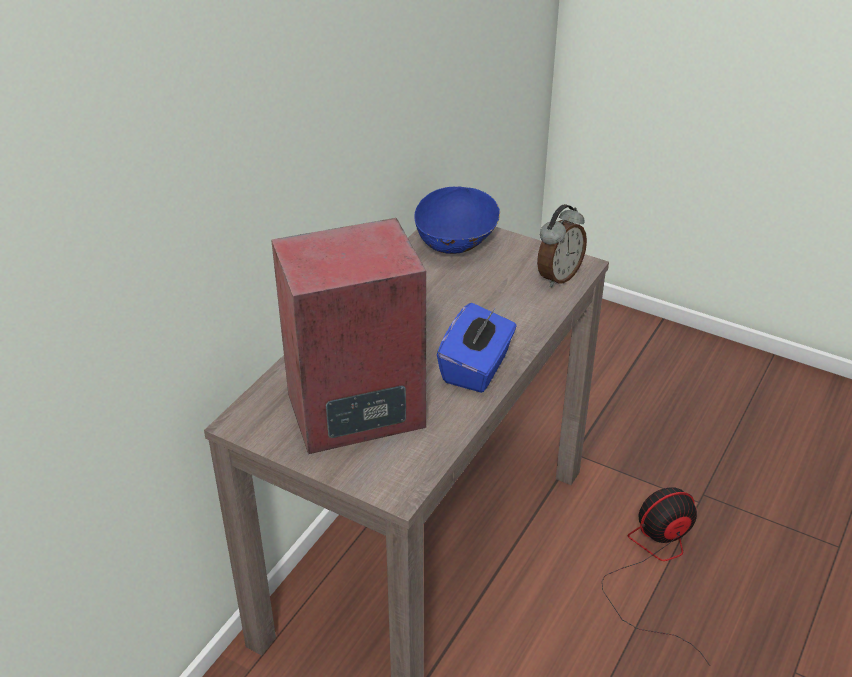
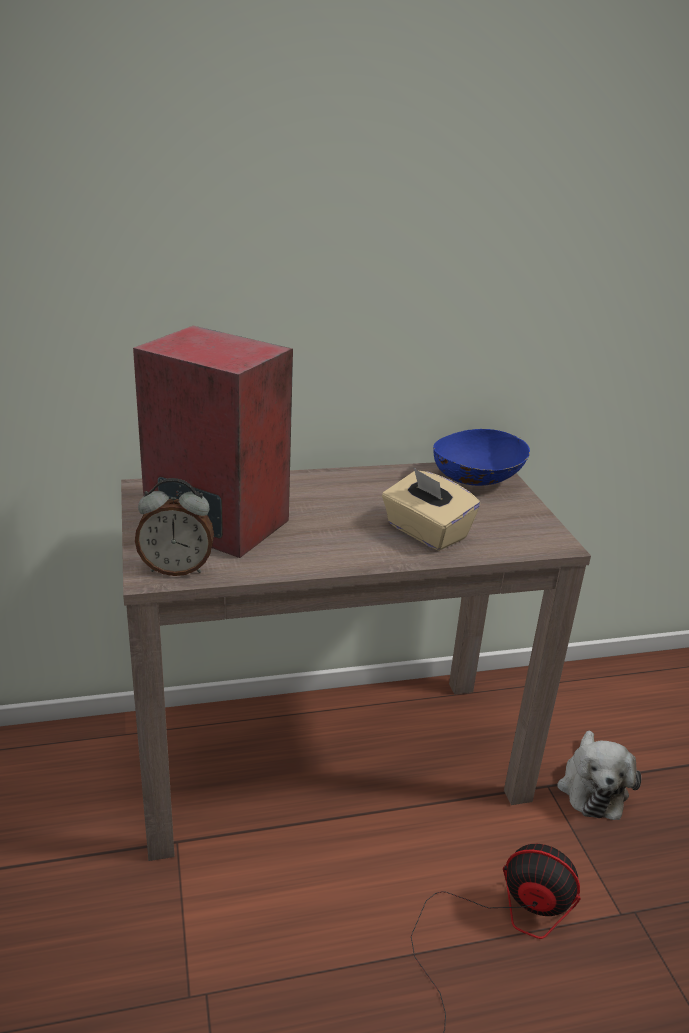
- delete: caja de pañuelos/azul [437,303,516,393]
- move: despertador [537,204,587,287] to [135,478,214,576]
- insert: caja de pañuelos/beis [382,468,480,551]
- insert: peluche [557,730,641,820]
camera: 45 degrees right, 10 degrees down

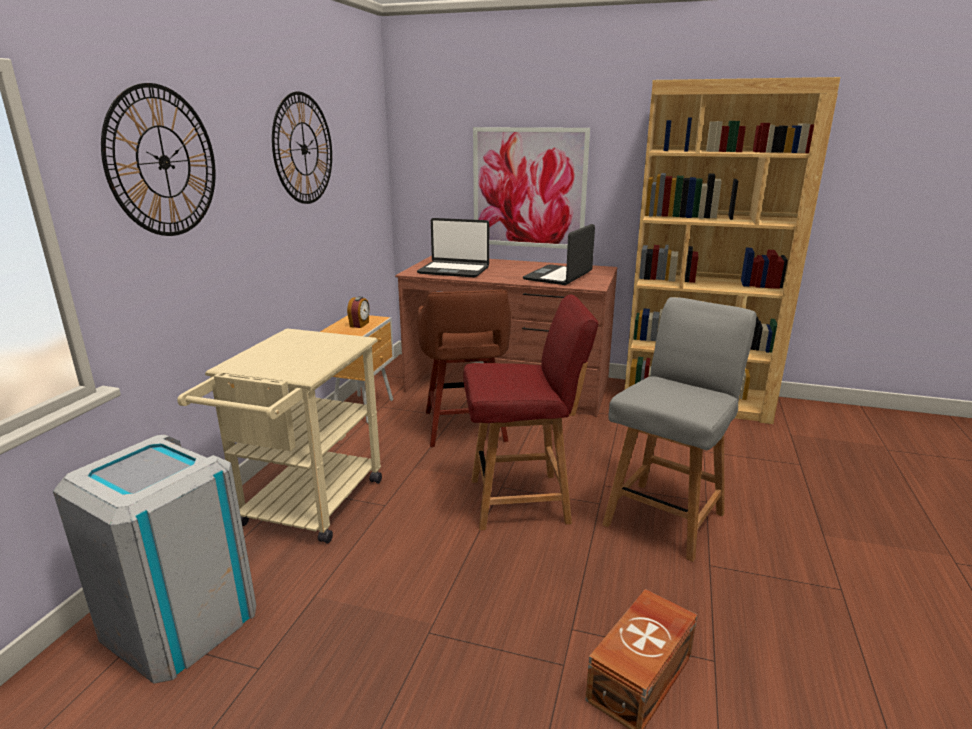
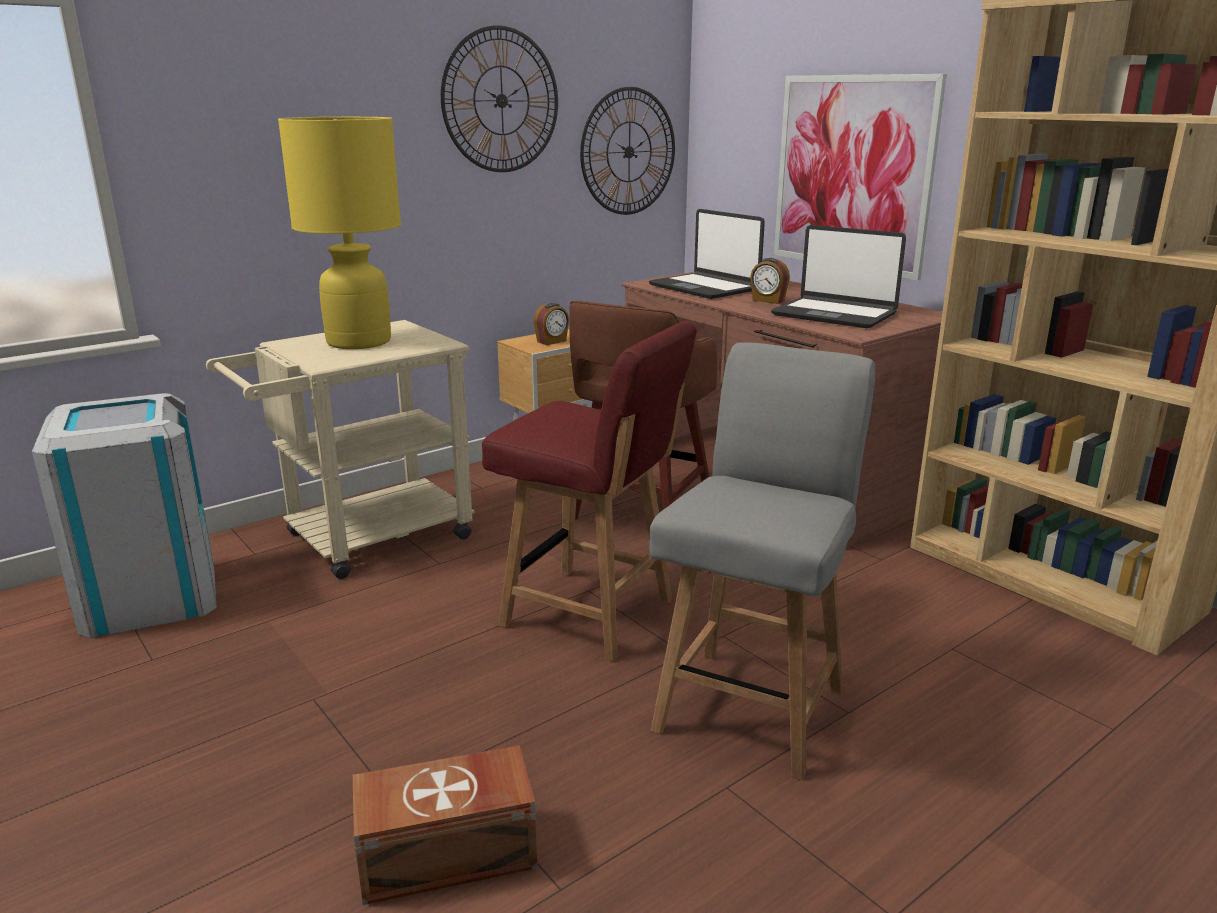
- move: reloj de pared [101,83,216,236] to [580,87,675,215]
- rotate: portátil [523,224,595,285] = [771,225,906,328] 120 degrees counterclockwise
- rotate: silla/gris [602,297,757,562] = [649,342,876,780] 45 degrees counterclockwise
- insert: lámpara de mesa/amarillo [278,117,401,349]
- insert: despertador [750,258,790,304]
camera: 35 degrees right, 0 degrees up

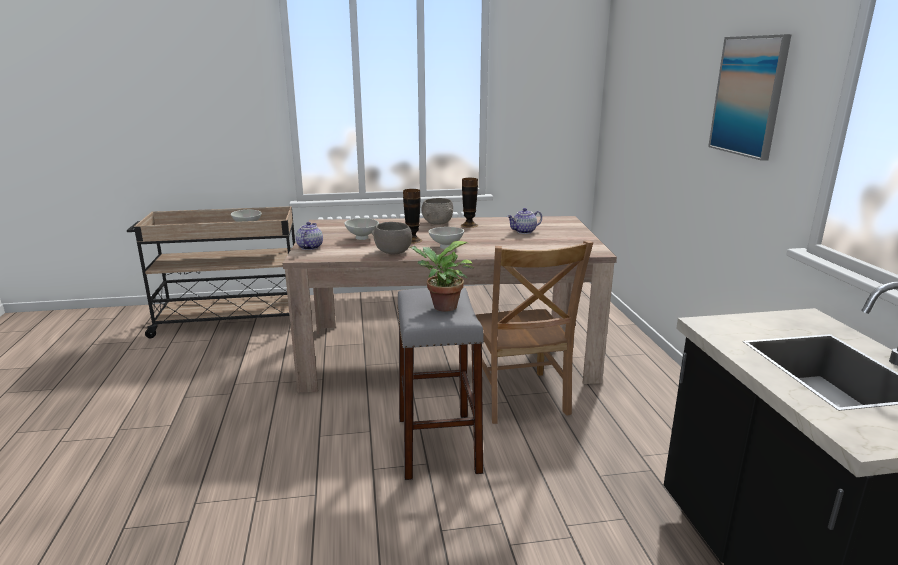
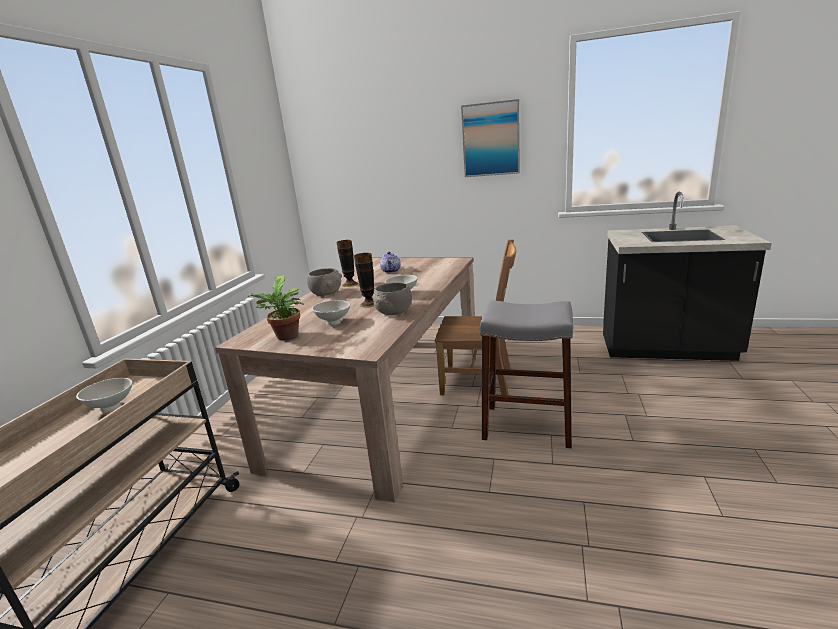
- delete: tetera [296,222,323,250]
- move: planta en maceta [409,241,474,312] to [247,275,304,341]
camera: 65 degrees left, 0 degrees up

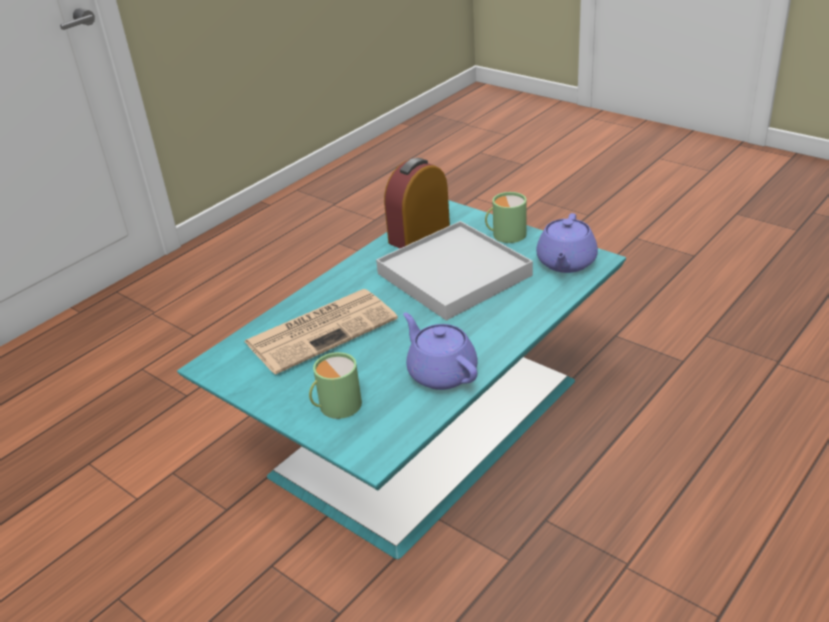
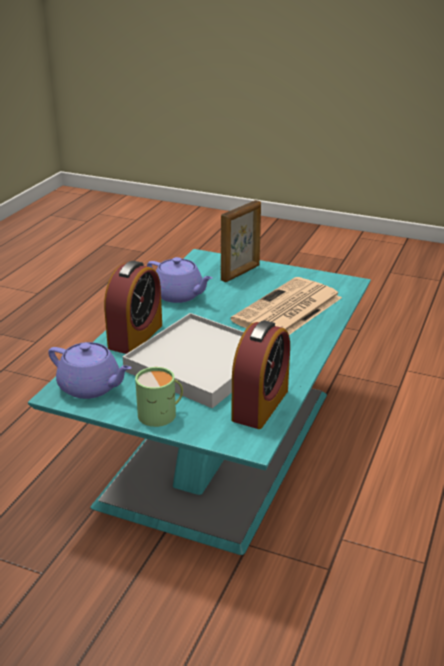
- replace: taza grande/verde [309,352,362,419] to portarretratos [221,200,261,282]
- rotate: tetera/morado [536,213,598,273] = [48,342,132,399] 120 degrees clockwise
- insert: despertador [104,261,162,354]
camera: 160 degrees right, 5 degrees down

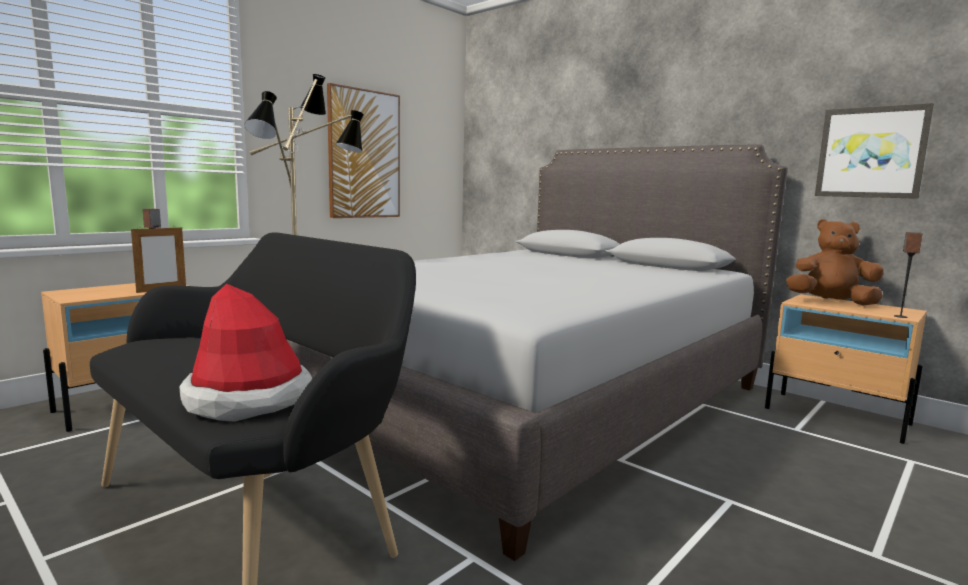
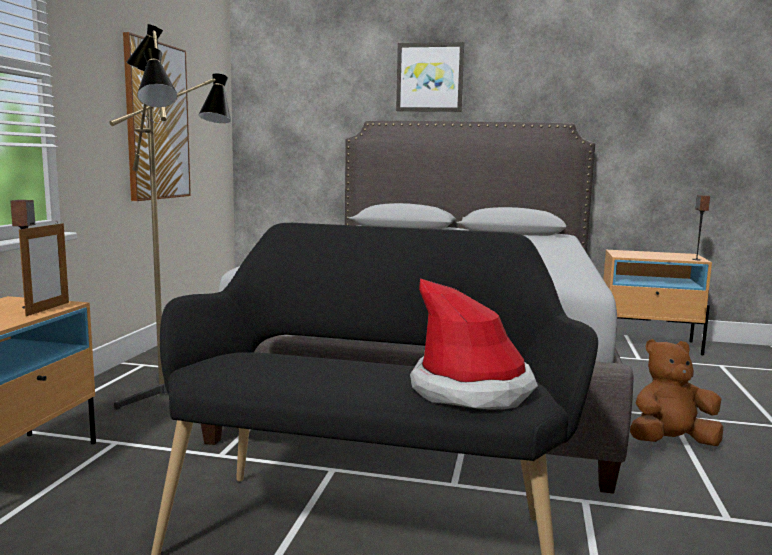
- move: peluche/marrón [786,219,884,306] to [630,339,723,446]
- move: cuadro [815,103,934,199] to [396,42,465,112]
camera: 30 degrees left, 0 degrees up

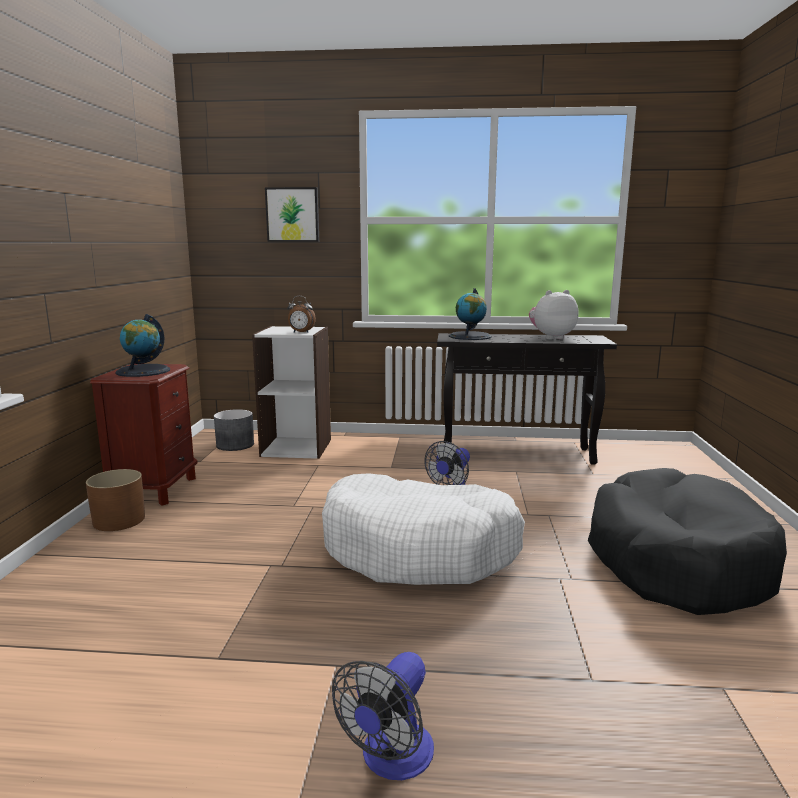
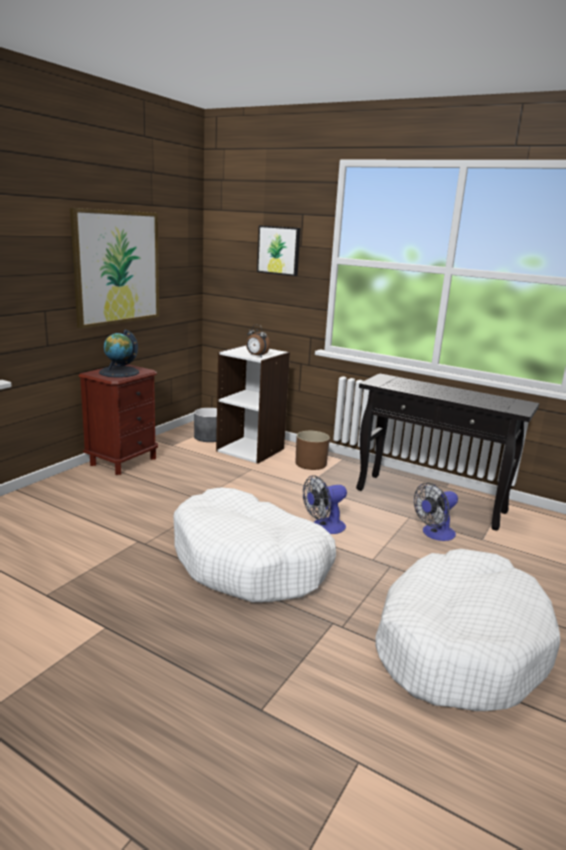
- move: maceta/marrón [86,469,145,531] to [295,431,330,470]
- move: ventilador [332,652,434,780] to [414,483,458,541]
- delete: globo terráqueo [449,288,492,340]
- delete: peluche [529,290,579,339]
- recolor: cama para perro/negro [588,468,787,615] to cama para perro/blanco [375,549,560,711]
- insert: cuadro [70,208,159,329]
camera: 25 degrees right, 5 degrees up

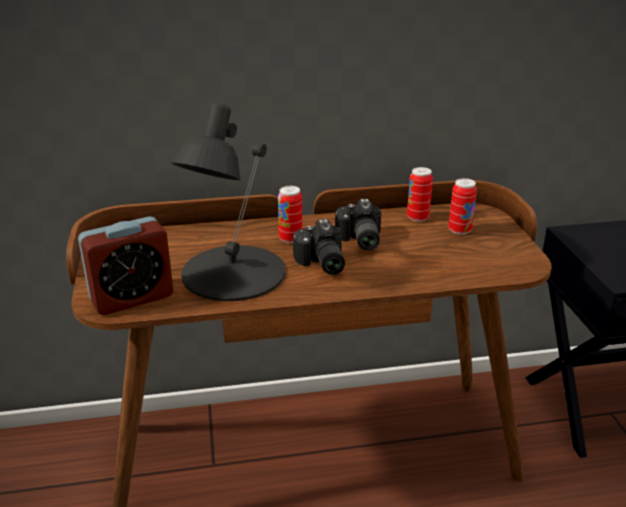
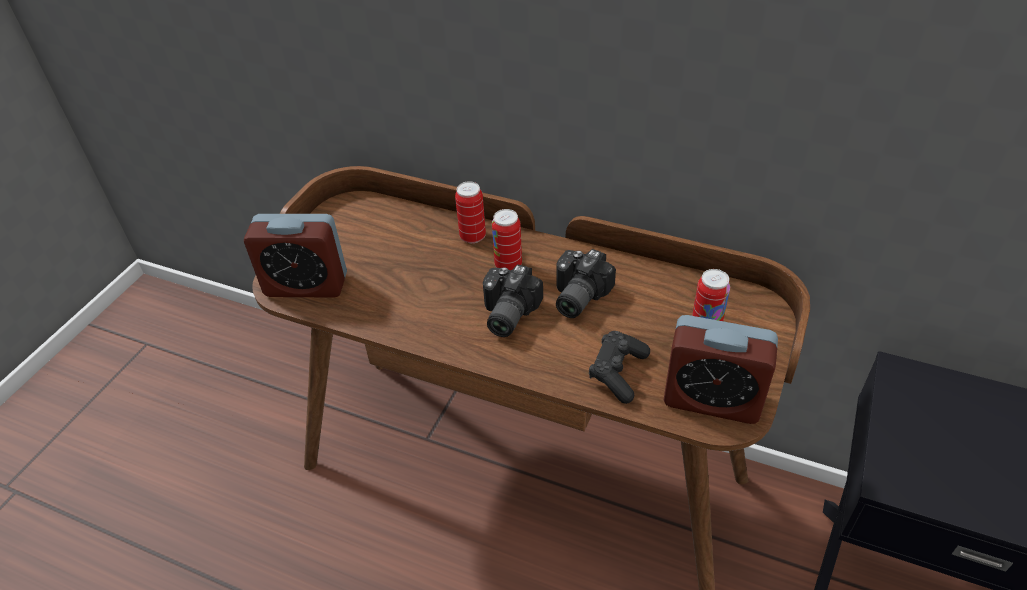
- delete: lámpara de mesa/negro [172,103,285,301]
- move: lata [407,167,433,222] to [455,181,486,243]
- insert: mando de consola/negro [589,331,650,404]
- insert: despertador [664,315,778,424]
camera: 35 degrees right, 15 degrees up

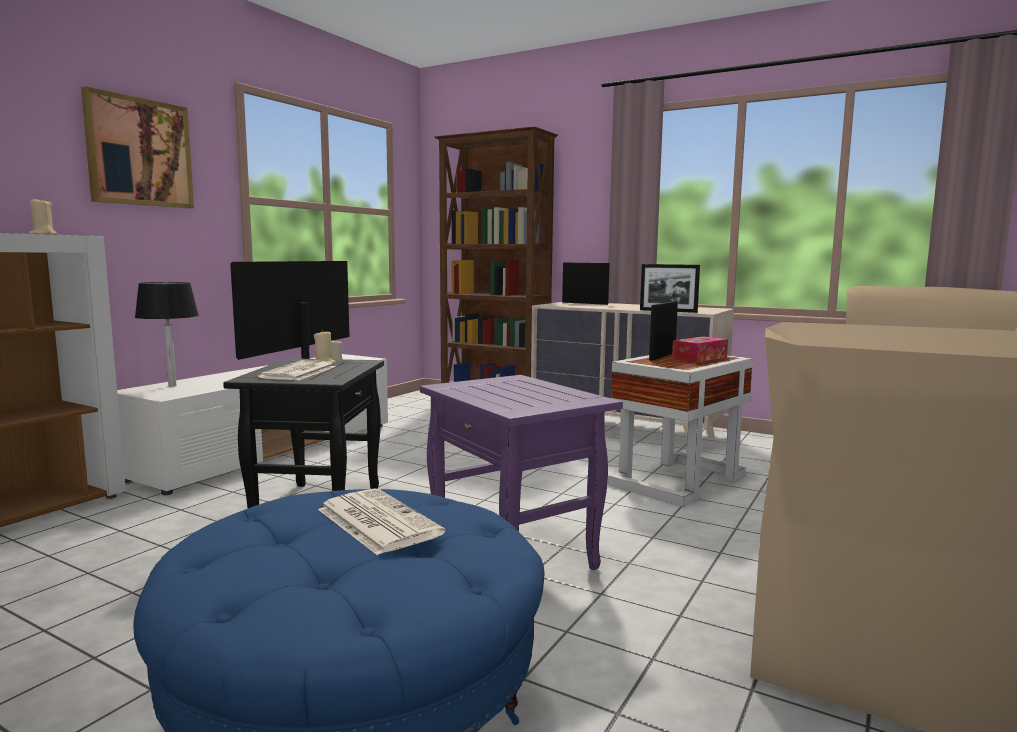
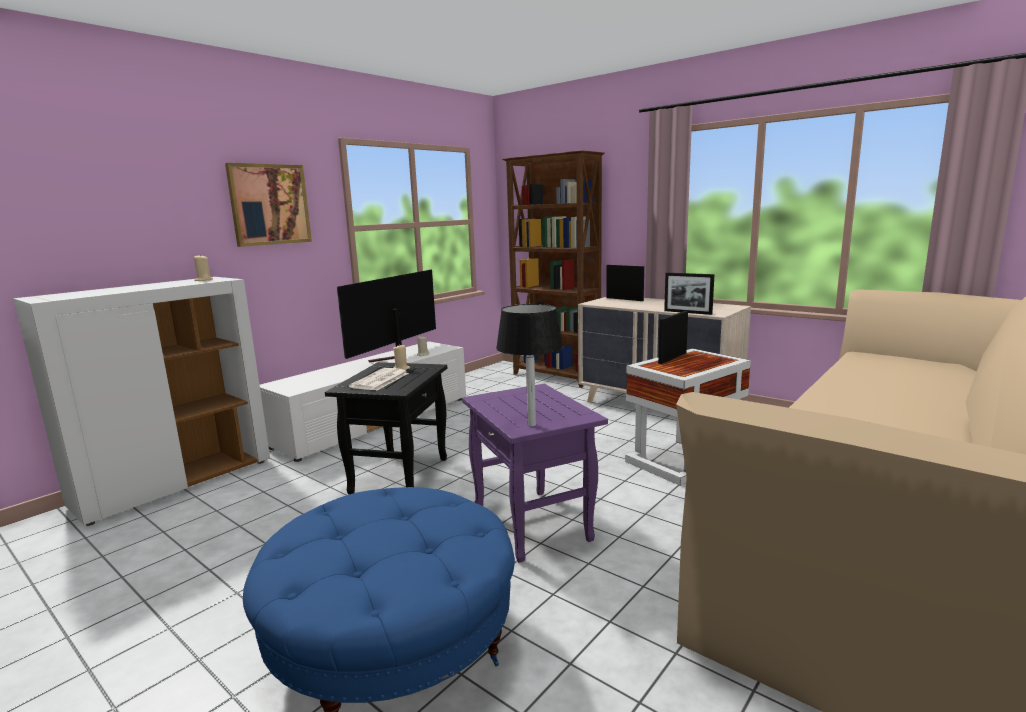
- move: lámpara de mesa/negro [135,282,199,387] to [496,304,563,426]
- delete: periódico [318,488,445,555]
- delete: caja de pañuelos [672,336,728,362]
camera: 10 degrees right, 5 degrees up

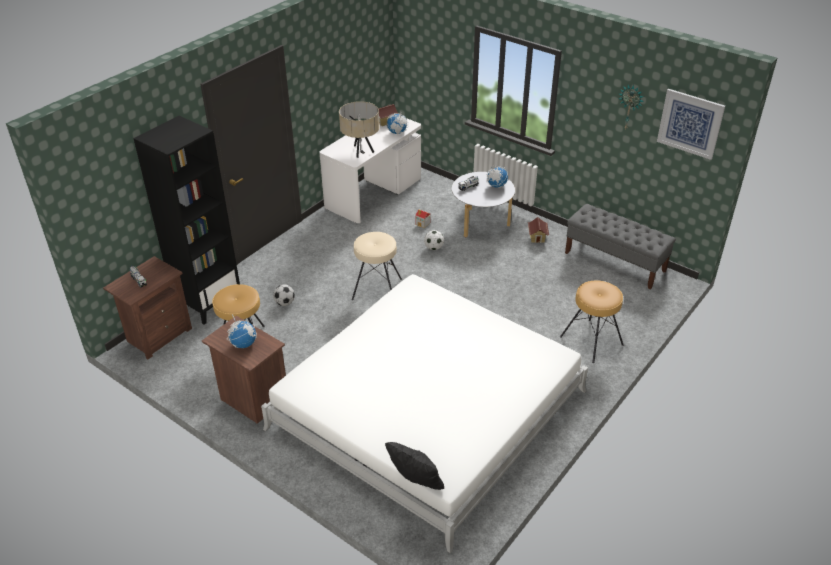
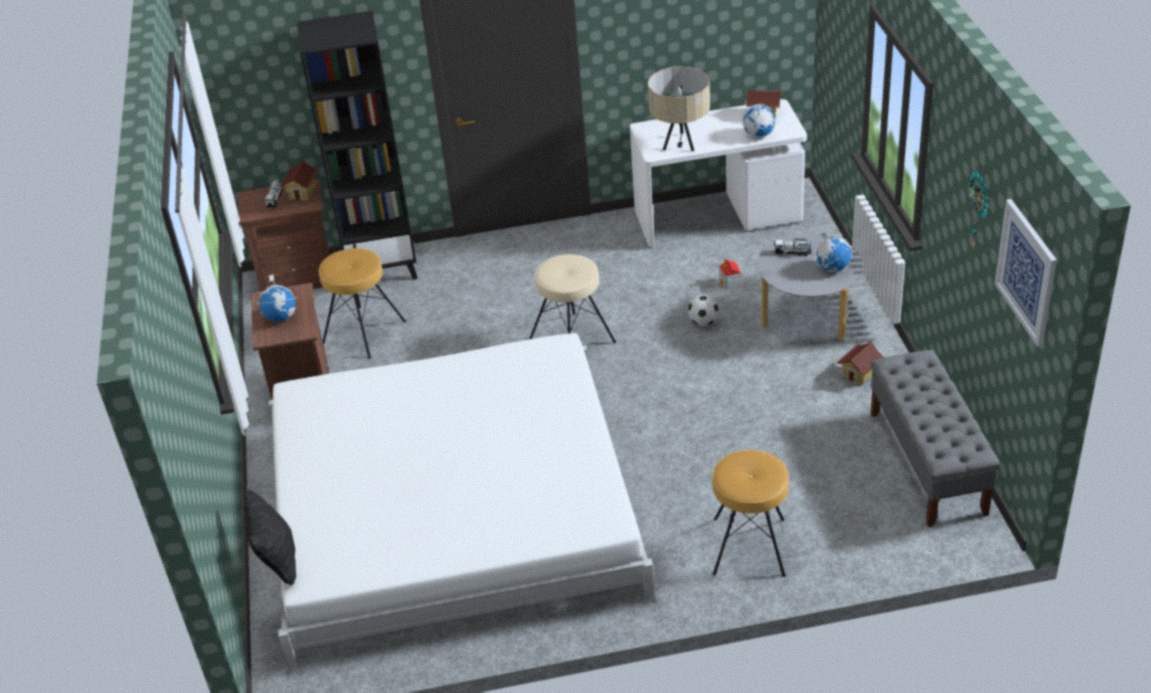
- delete: balón de fútbol [273,284,295,306]
- insert: casita [280,160,319,201]
camera: 45 degrees right, 0 degrees up

